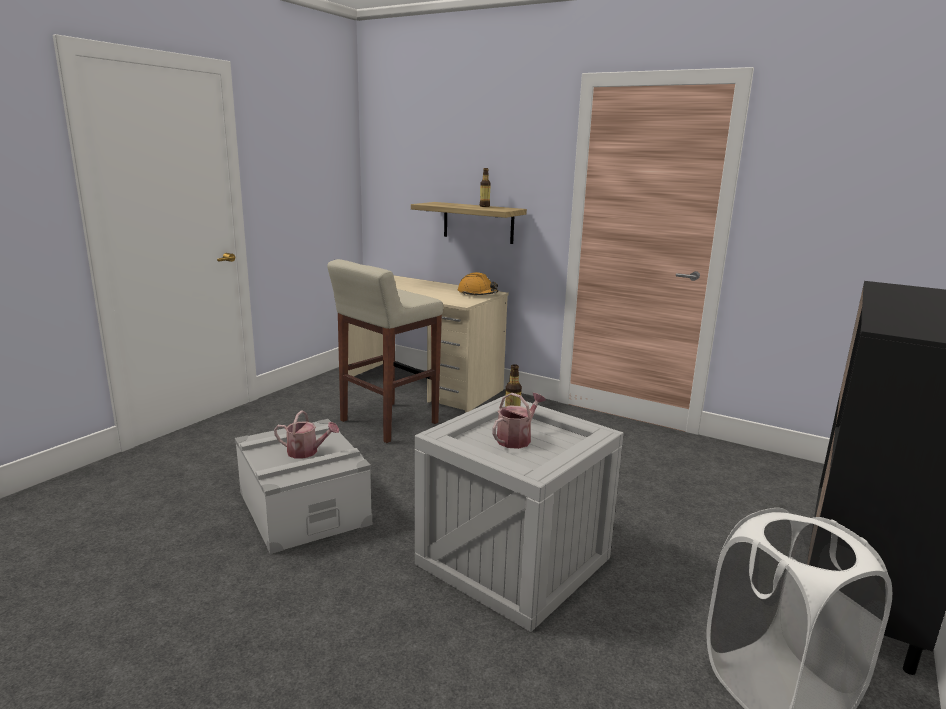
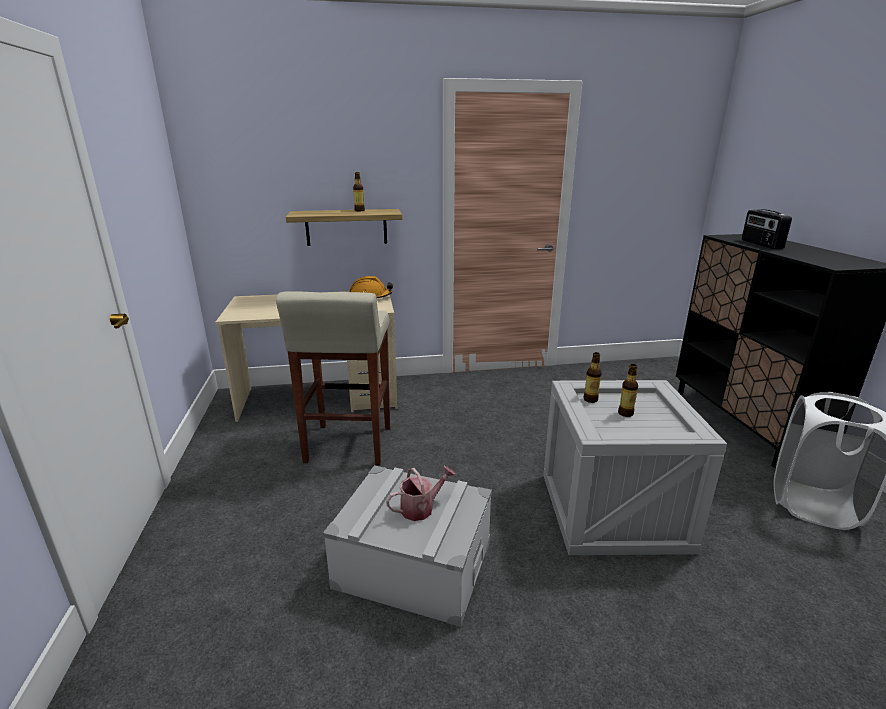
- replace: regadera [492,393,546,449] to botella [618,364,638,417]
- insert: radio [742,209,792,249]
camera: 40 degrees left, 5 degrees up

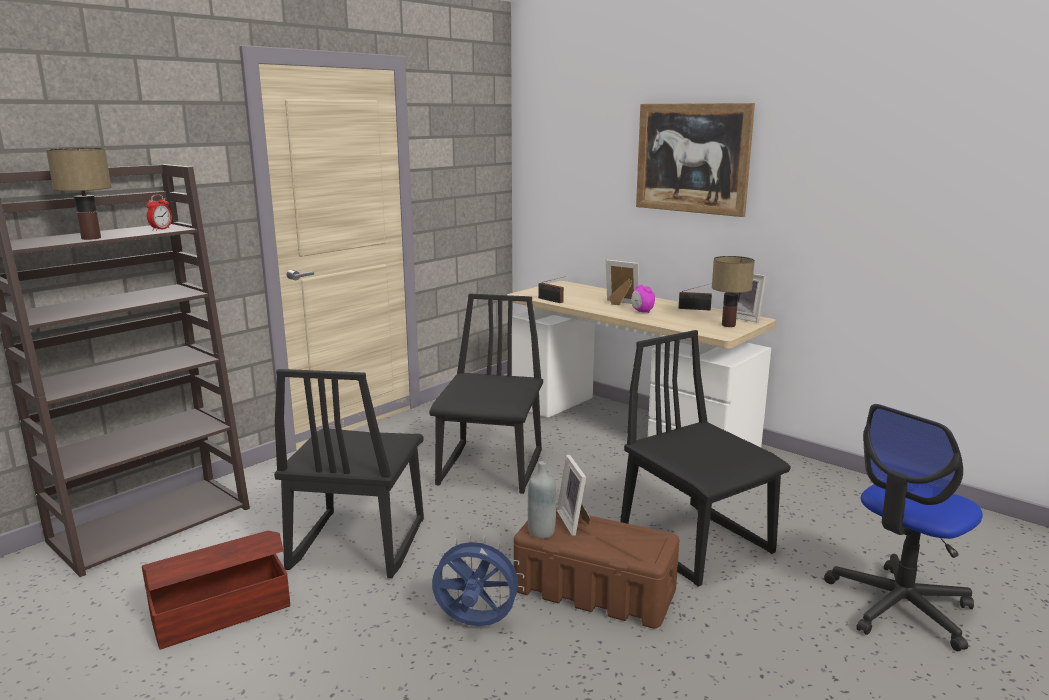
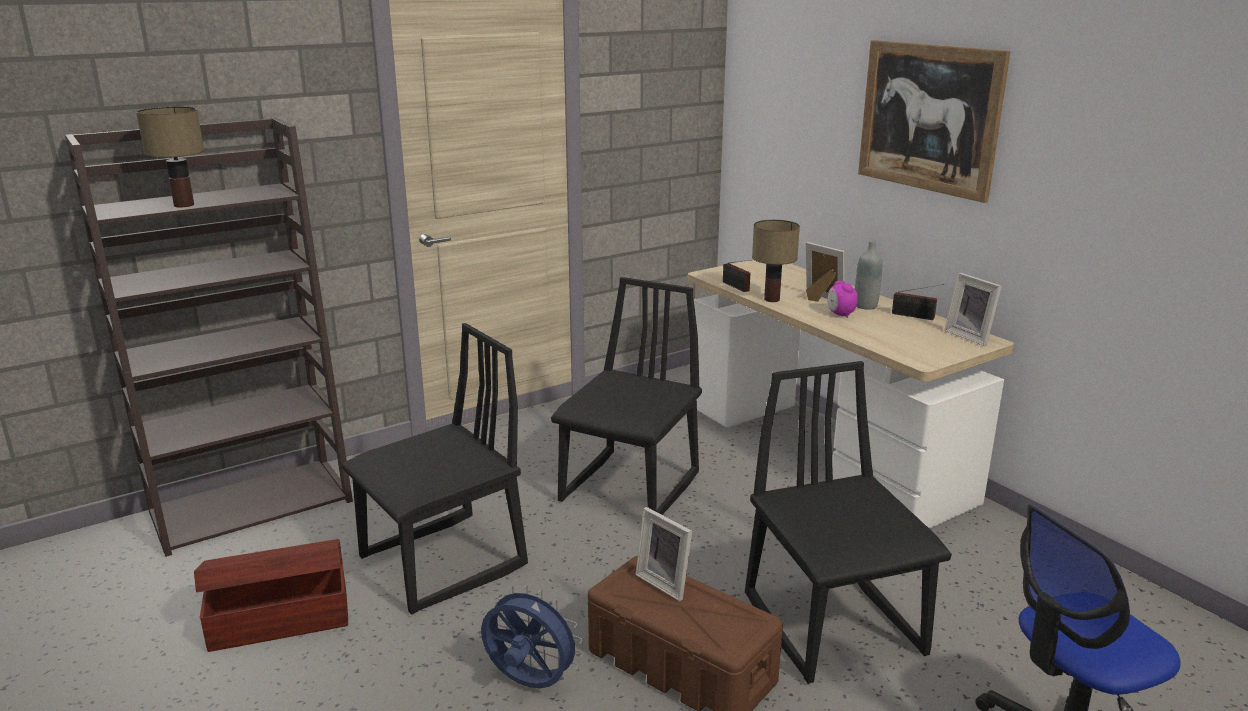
- delete: despertador [146,194,172,231]
- rotate: silla/negro [274,369,424,578] = [342,323,528,615] 150 degrees counterclockwise
- move: botella/gris [528,461,556,538] to [855,241,882,310]
- rotate: portarretratos [557,455,590,536] = [636,507,692,601] 45 degrees counterclockwise
- move: lámpara de mesa [712,256,755,327] to [752,220,800,302]
camera: 15 degrees right, 5 degrees up

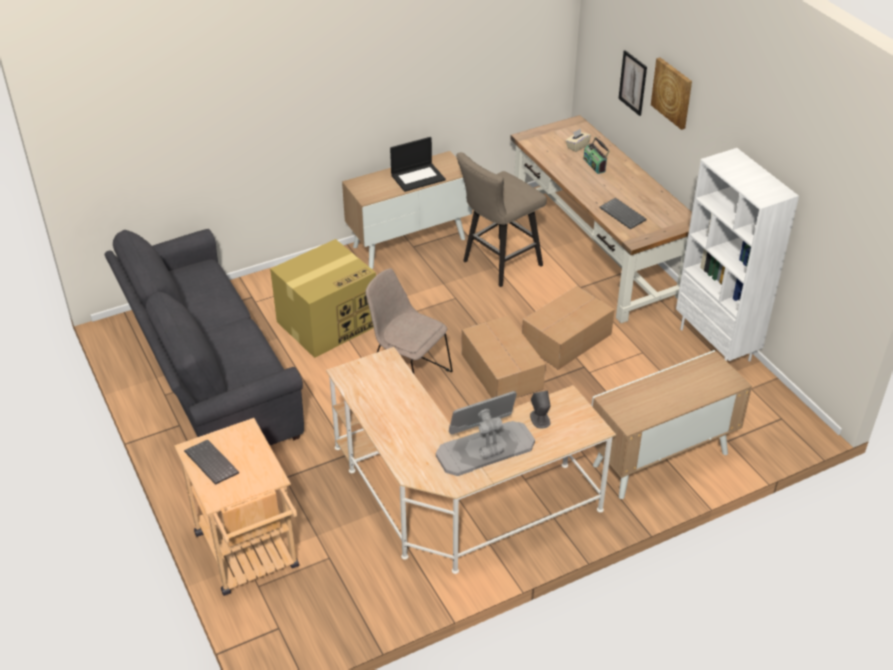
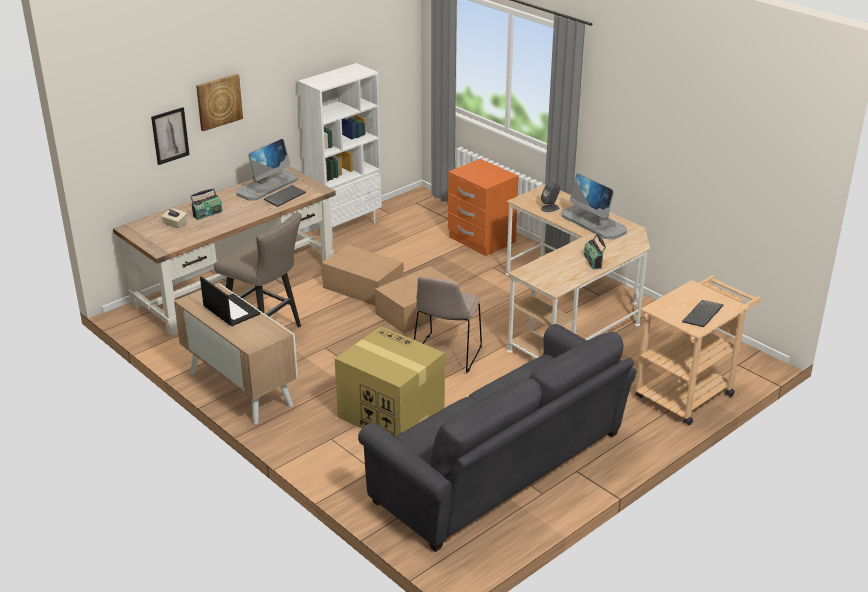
- replace: armario [591,350,752,499] to mesita de noche/naranja [448,159,519,256]
- insert: monitor [236,139,298,201]
- insert: radio [584,233,606,270]
camera: 105 degrees left, 10 degrees down

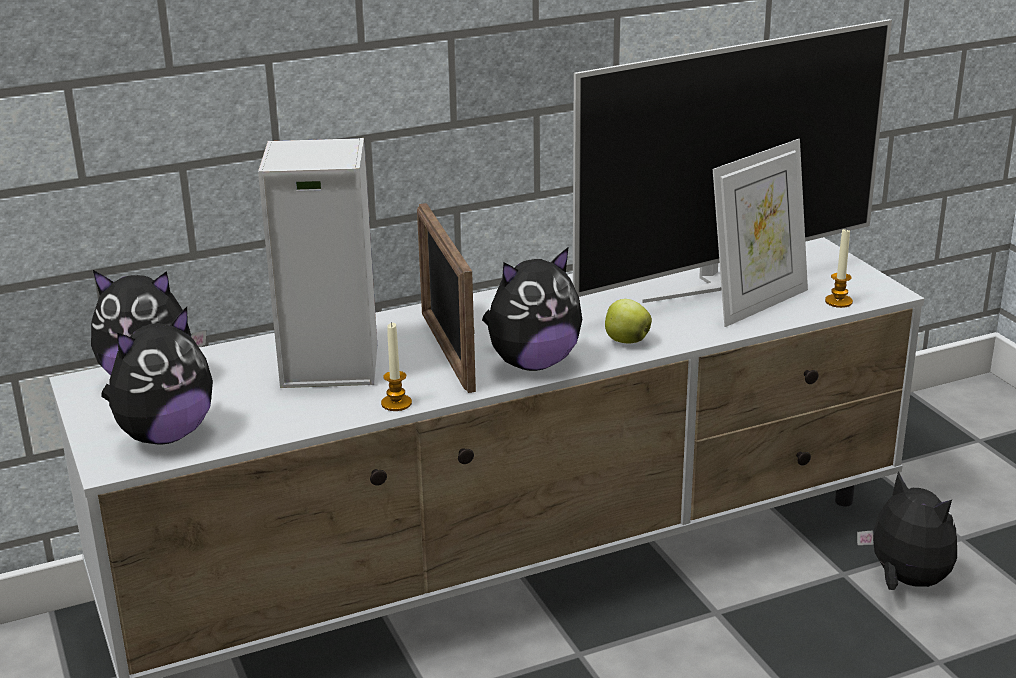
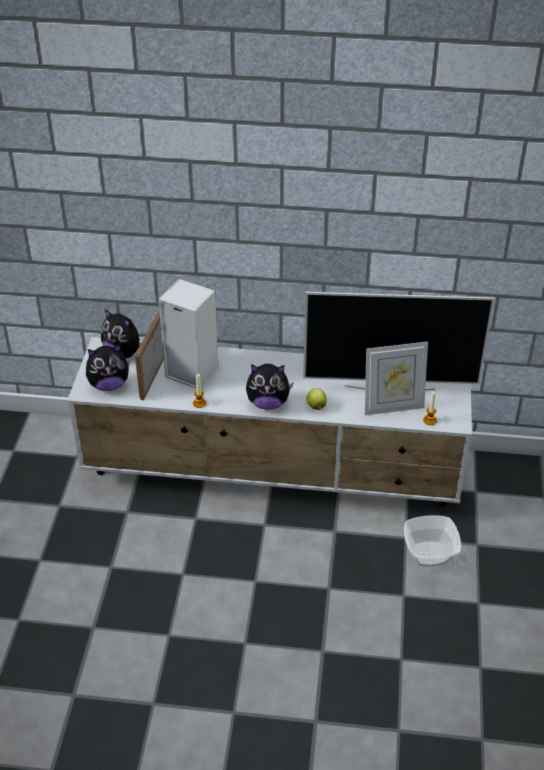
- move: portarretratos [417,203,476,393] to [135,311,164,400]
- replace: peluche [857,471,957,590] to cuenco [404,515,461,567]
camera: 30 degrees right, 15 degrees up

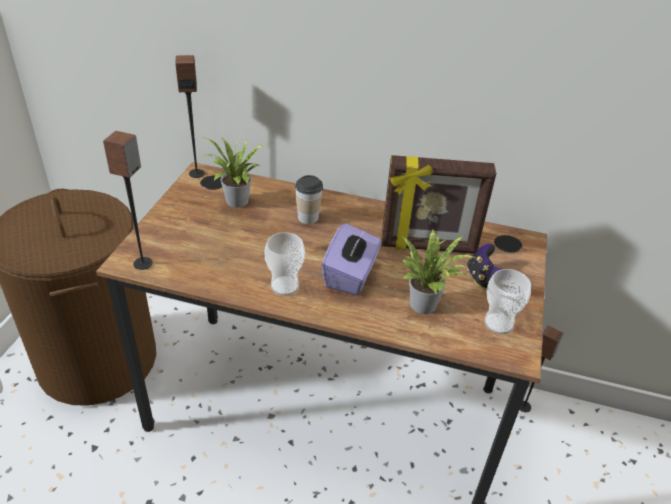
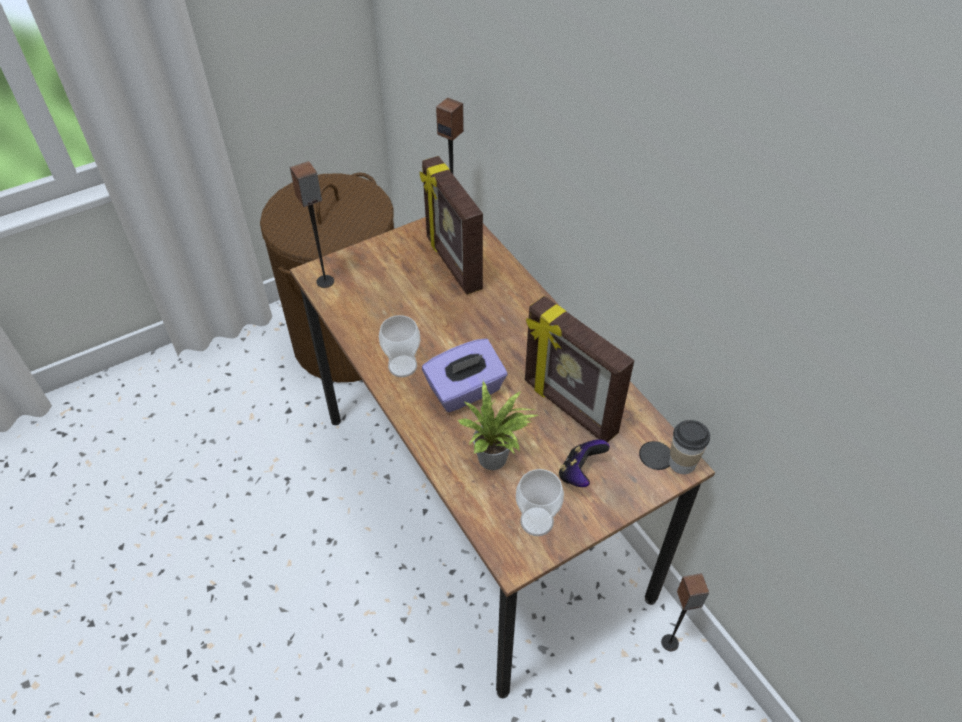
- replace: planta en maceta [203,137,264,208] to portarretratos [420,156,483,295]
- move: taza [295,175,323,224] to [669,420,710,474]
camera: 45 degrees right, 10 degrees up

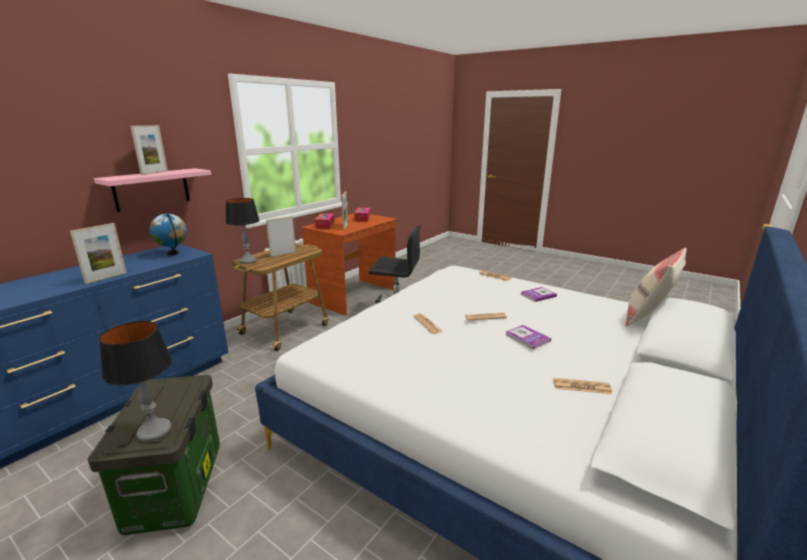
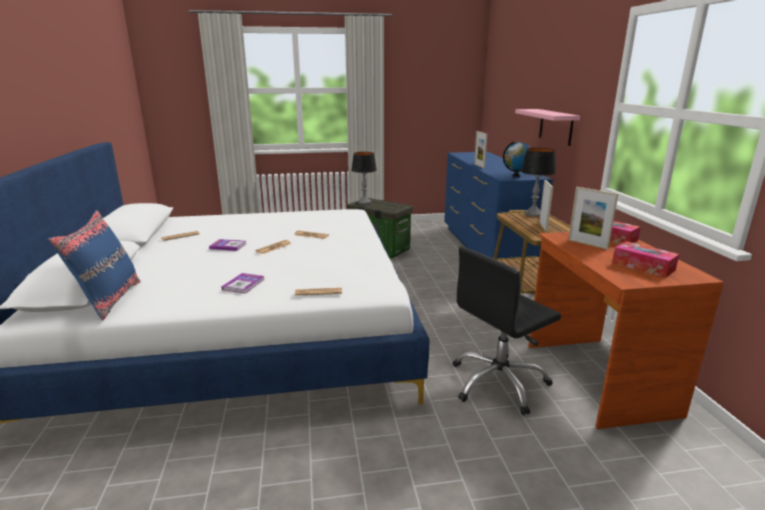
- delete: portarretratos [130,125,168,175]
- recolor: cojín/beis [625,248,687,327] to cojín/azul [48,210,141,320]
camera: 135 degrees right, 0 degrees up

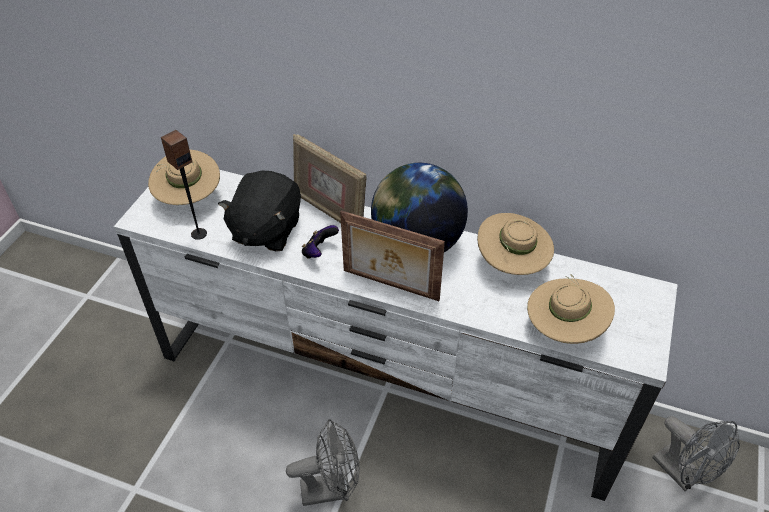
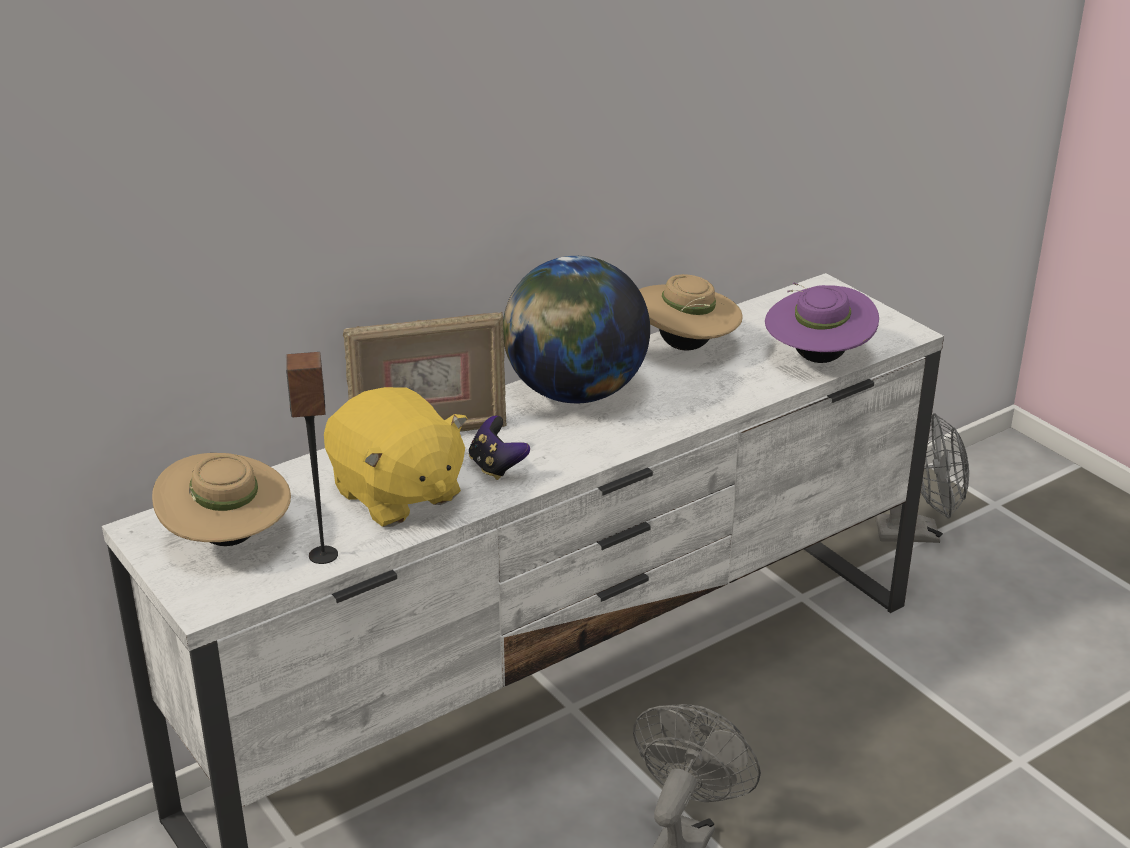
- recolor: peluche/negro [218,171,301,252] to peluche/amarillo [324,387,468,527]
- delete: portarretratos [340,210,445,301]
- recolor: sombrero/beis [527,274,615,344] to sombrero/morado [765,283,879,363]
camera: 55 degrees left, 15 degrees down

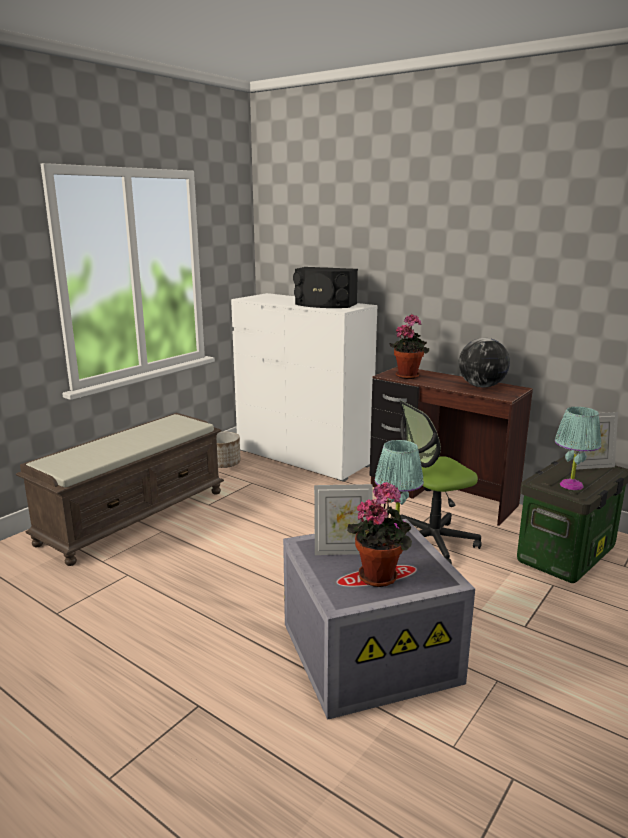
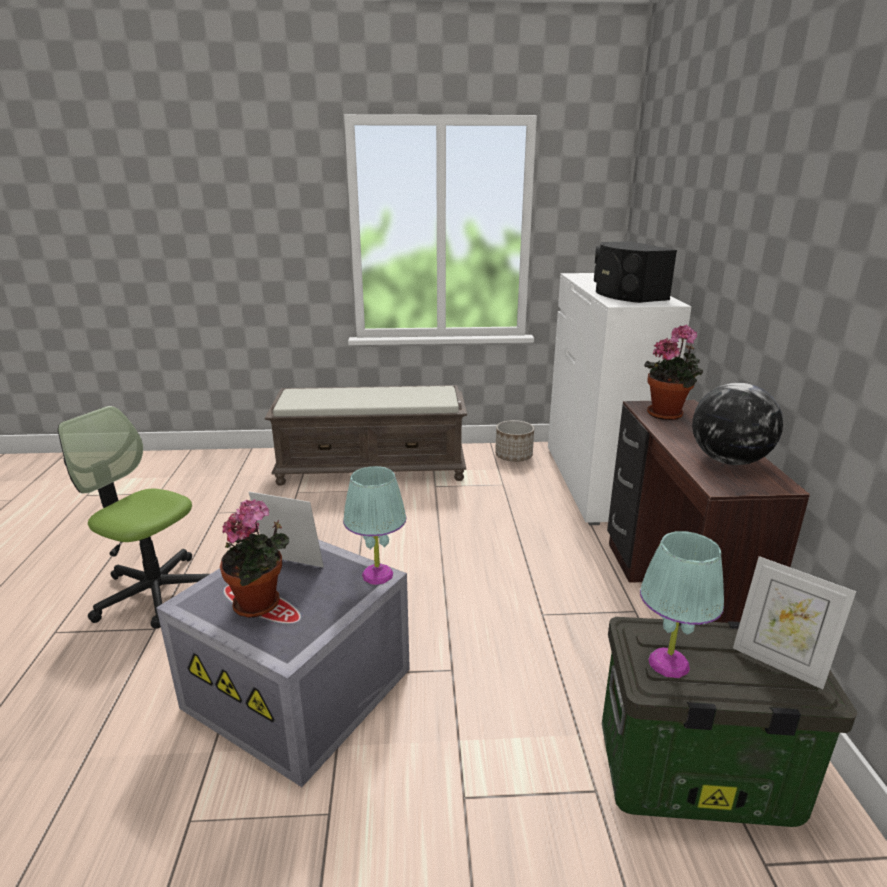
- rotate: portarretratos [314,484,373,555] = [249,492,324,568] 150 degrees clockwise
- move: silla de oficina [400,401,482,565] to [58,406,210,629]
camera: 50 degrees right, 5 degrees up

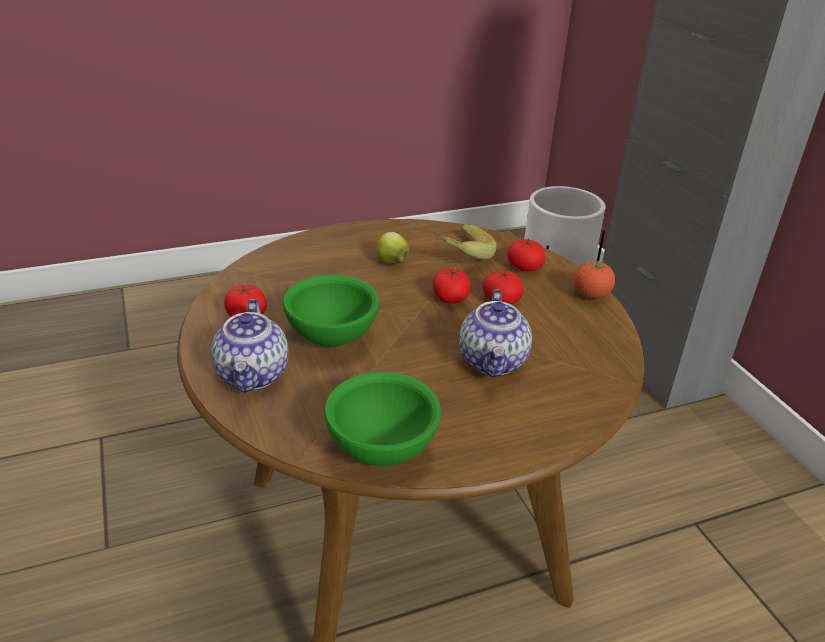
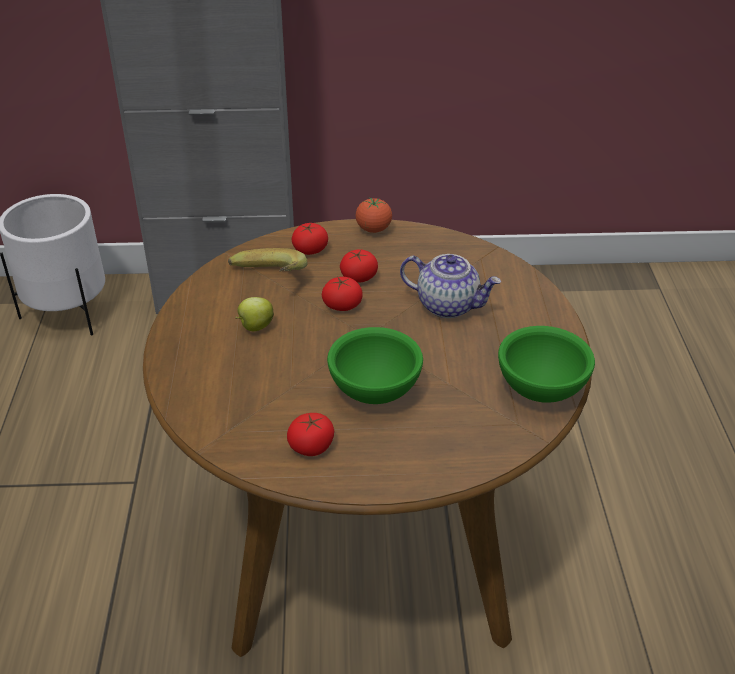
- delete: tetera [211,299,289,393]
camera: 70 degrees left, 5 degrees up

